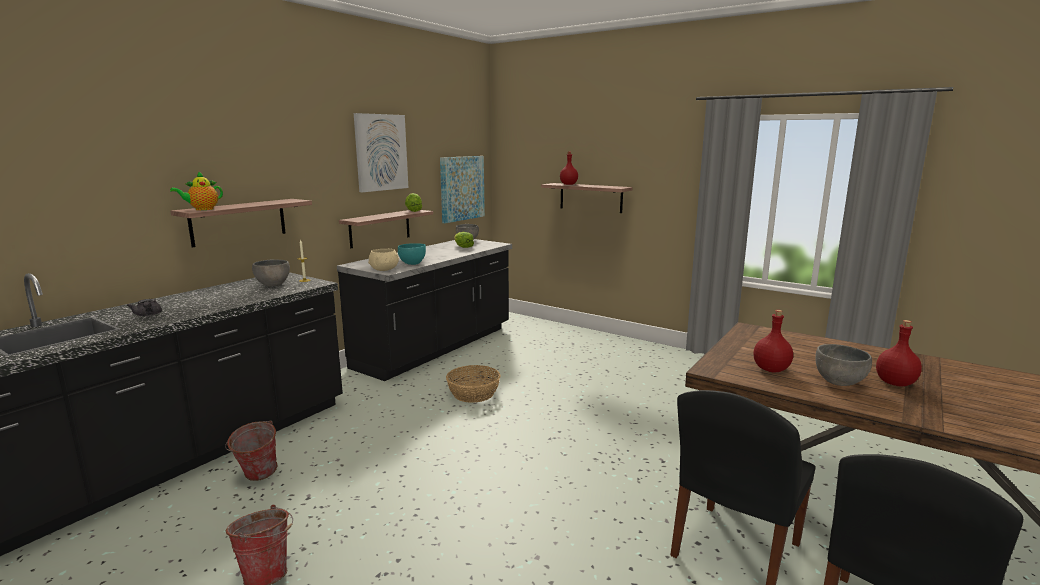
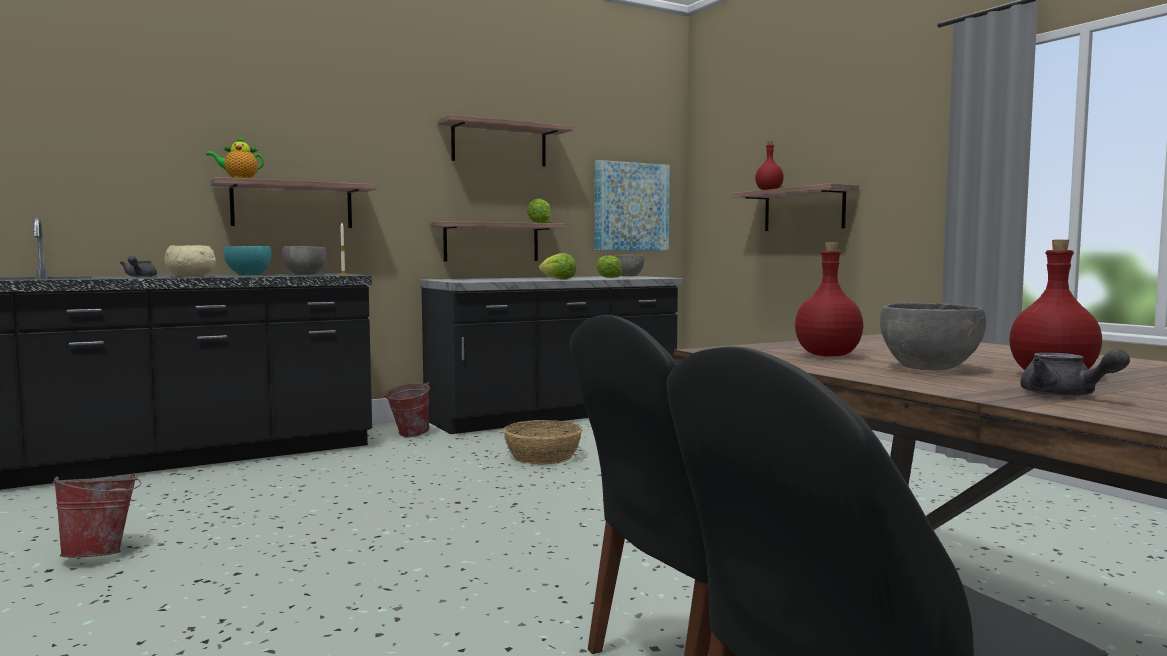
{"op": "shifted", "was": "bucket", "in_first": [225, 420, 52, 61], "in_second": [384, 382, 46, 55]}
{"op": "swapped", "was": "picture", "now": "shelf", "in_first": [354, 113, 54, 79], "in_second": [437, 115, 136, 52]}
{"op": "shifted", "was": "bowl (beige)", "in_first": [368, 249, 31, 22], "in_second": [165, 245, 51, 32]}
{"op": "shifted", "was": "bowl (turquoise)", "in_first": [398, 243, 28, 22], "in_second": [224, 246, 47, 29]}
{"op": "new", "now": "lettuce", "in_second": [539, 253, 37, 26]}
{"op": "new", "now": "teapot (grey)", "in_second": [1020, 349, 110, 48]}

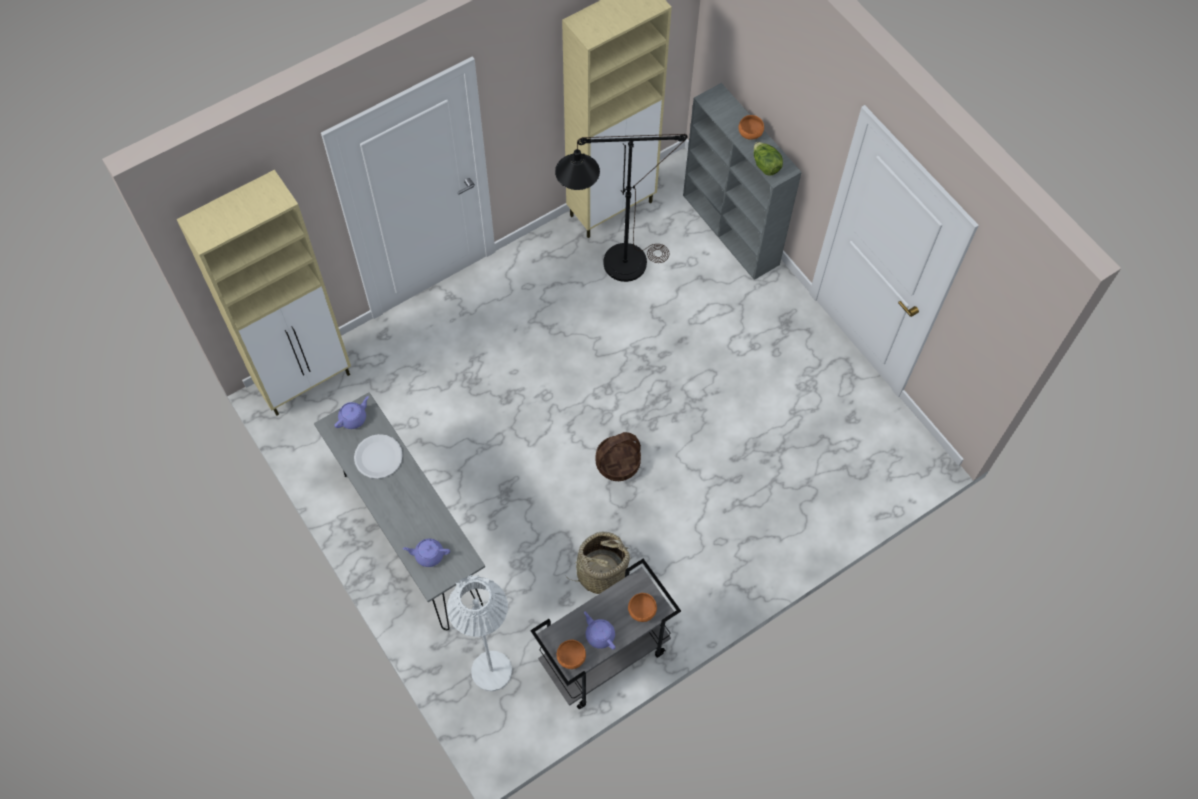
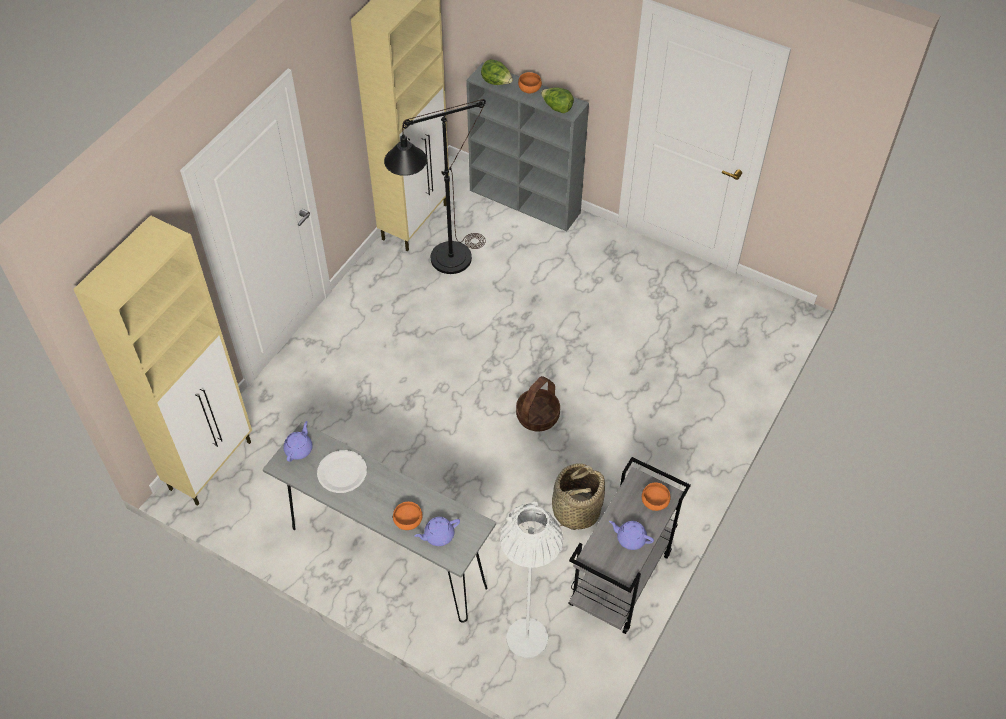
{"op": "shifted", "was": "bowl (orange)", "in_first": [557, 640, 29, 29], "in_second": [393, 502, 30, 28]}
{"op": "new", "now": "lettuce", "in_second": [481, 59, 32, 26]}

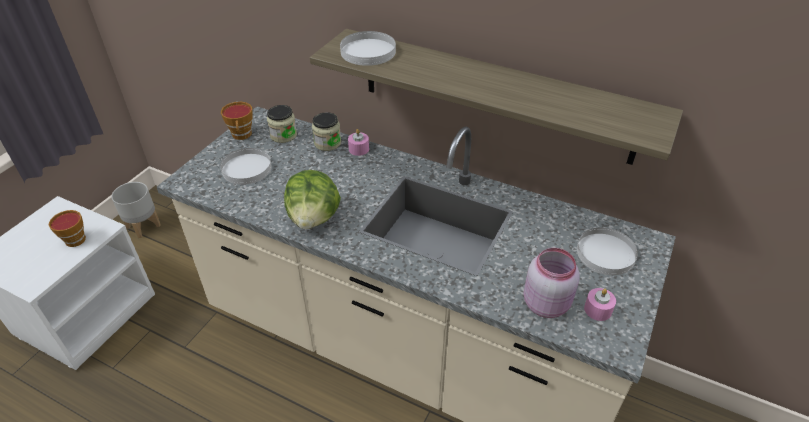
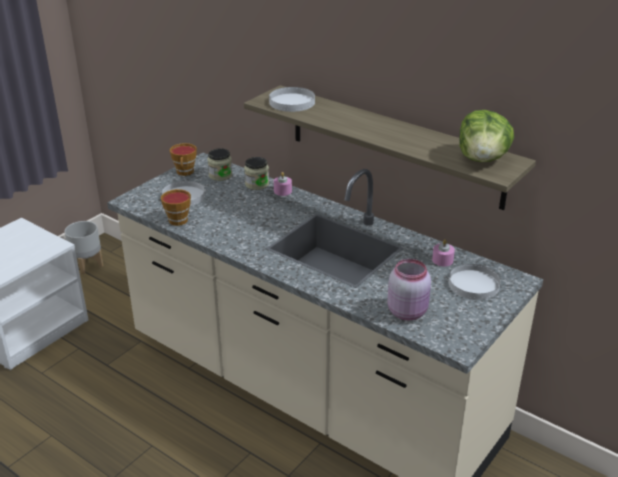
{"op": "shifted", "was": "cup", "in_first": [49, 210, 37, 37], "in_second": [161, 189, 30, 37]}
{"op": "shifted", "was": "lettuce", "in_first": [284, 170, 57, 59], "in_second": [459, 110, 55, 52]}
{"op": "shifted", "was": "candle (pink)", "in_first": [584, 288, 32, 33], "in_second": [432, 239, 23, 27]}

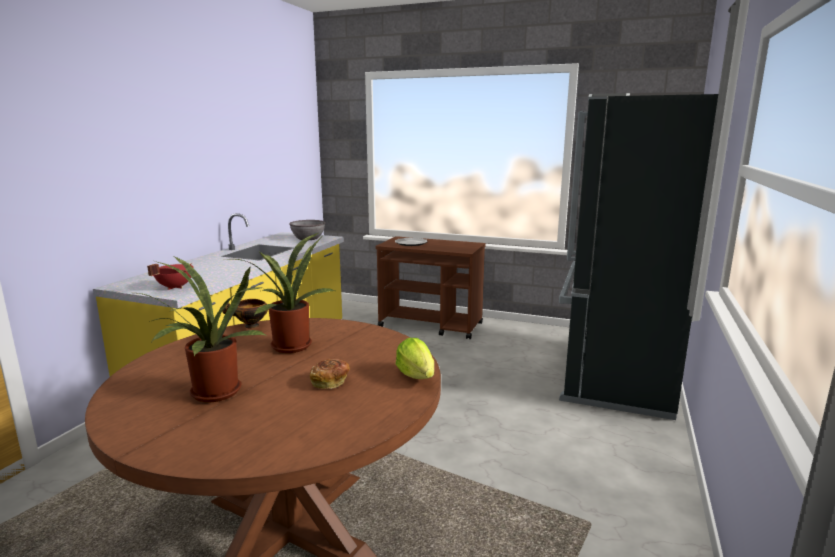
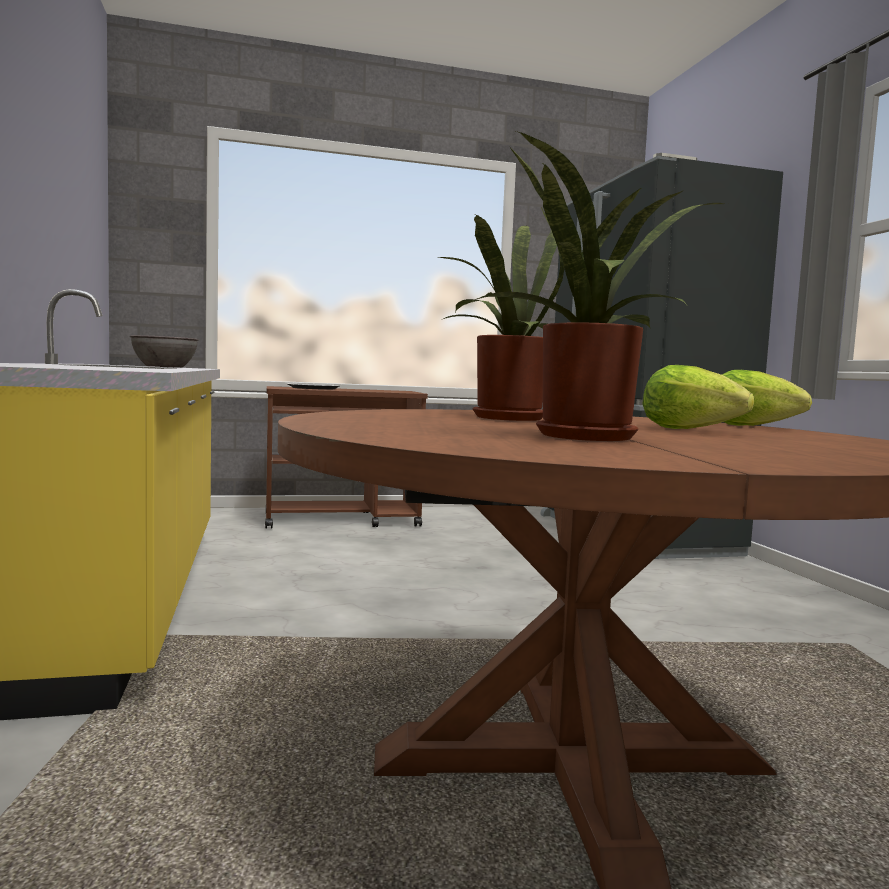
{"op": "gone", "was": "cooking pot (red)", "in_first": [147, 263, 47, 27]}
{"op": "gone", "was": "bowl", "in_first": [222, 299, 46, 29]}
{"op": "swapped", "was": "bread", "now": "lettuce", "in_first": [310, 359, 40, 30], "in_second": [643, 365, 111, 64]}

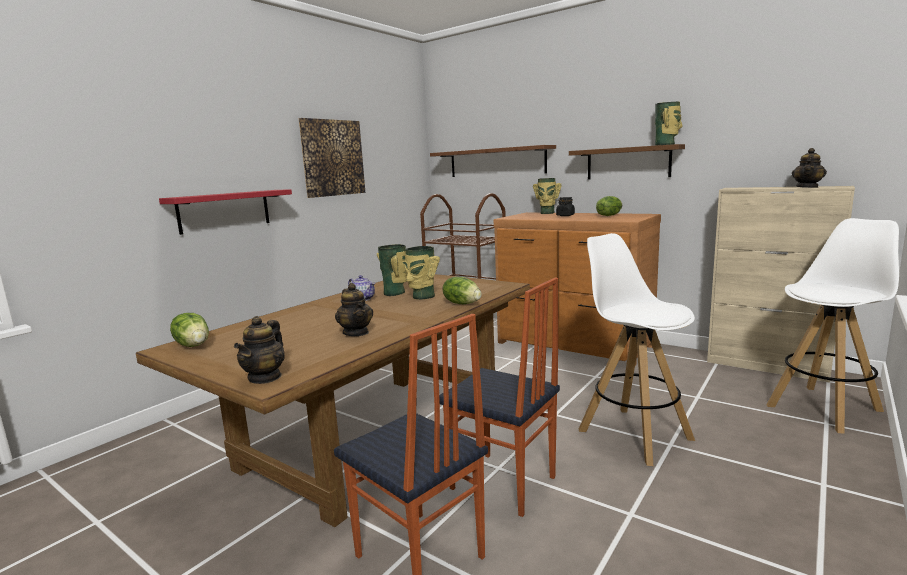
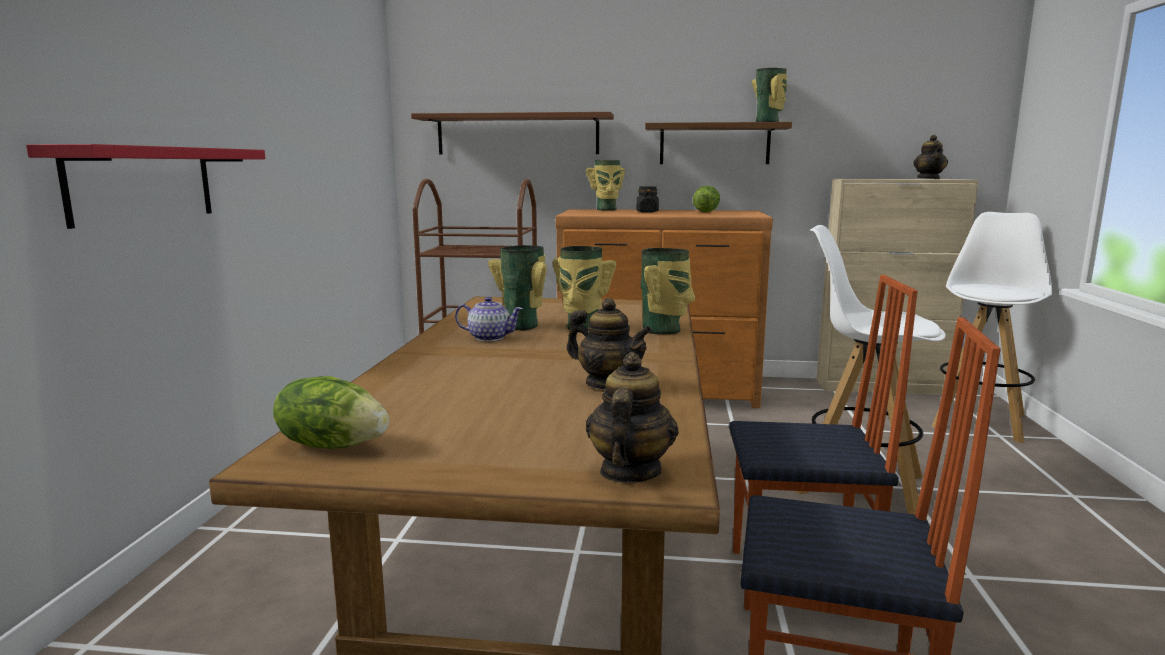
{"op": "rotated", "was": "teapot", "in_first": [234, 316, 51, 68], "in_second": [586, 352, 93, 131], "clockwise": -150}
{"op": "gone", "was": "picture", "in_first": [298, 118, 67, 80]}
{"op": "swapped", "was": "lettuce", "now": "vase", "in_first": [442, 277, 40, 27], "in_second": [641, 248, 54, 86]}

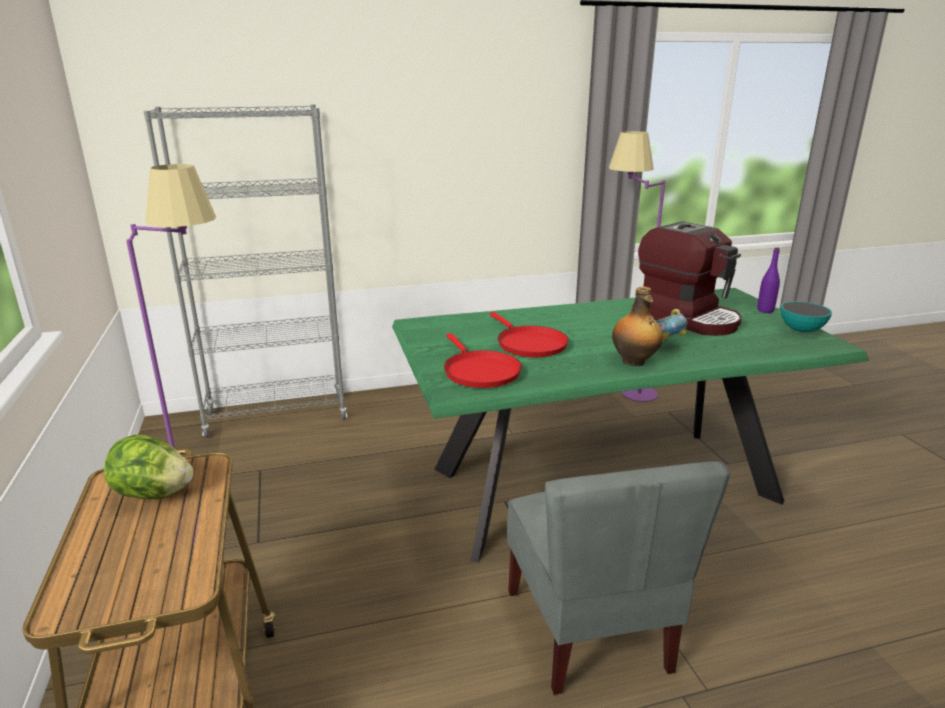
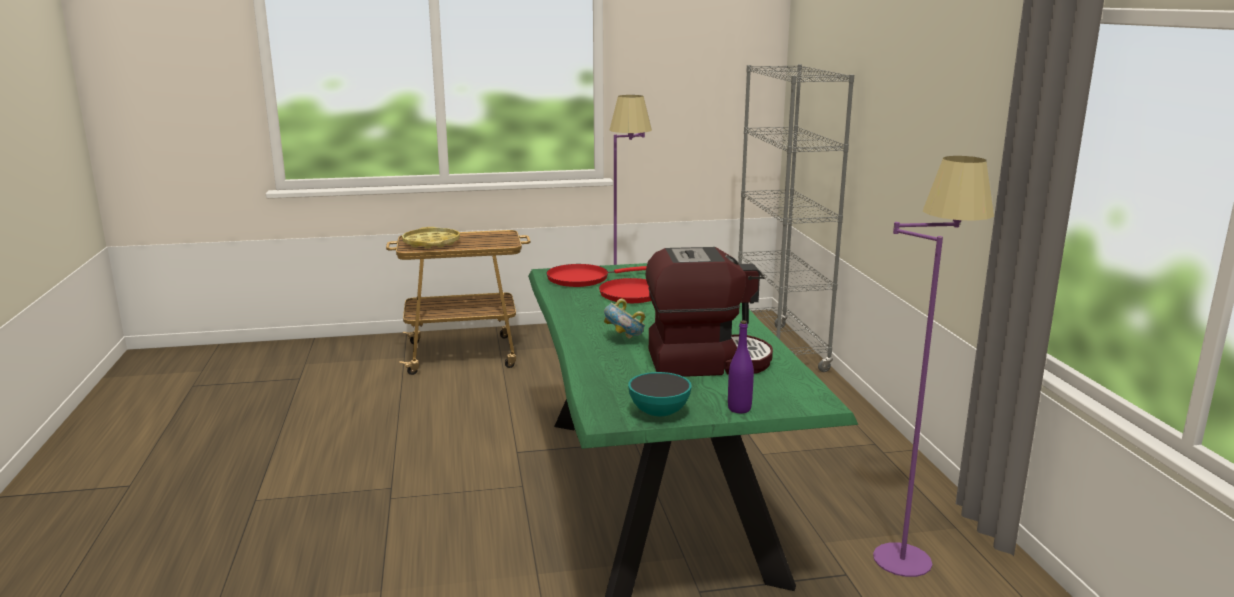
{"op": "gone", "was": "lettuce", "in_first": [104, 435, 89, 64]}
{"op": "gone", "was": "chair (grey)", "in_first": [507, 461, 224, 234]}
{"op": "gone", "was": "bottle", "in_first": [612, 287, 51, 79]}
{"op": "rotated", "was": "coffee machine", "in_first": [638, 221, 104, 115], "in_second": [645, 247, 128, 130], "clockwise": -150}
{"op": "new", "now": "tray (yellow)", "in_second": [402, 227, 58, 22]}

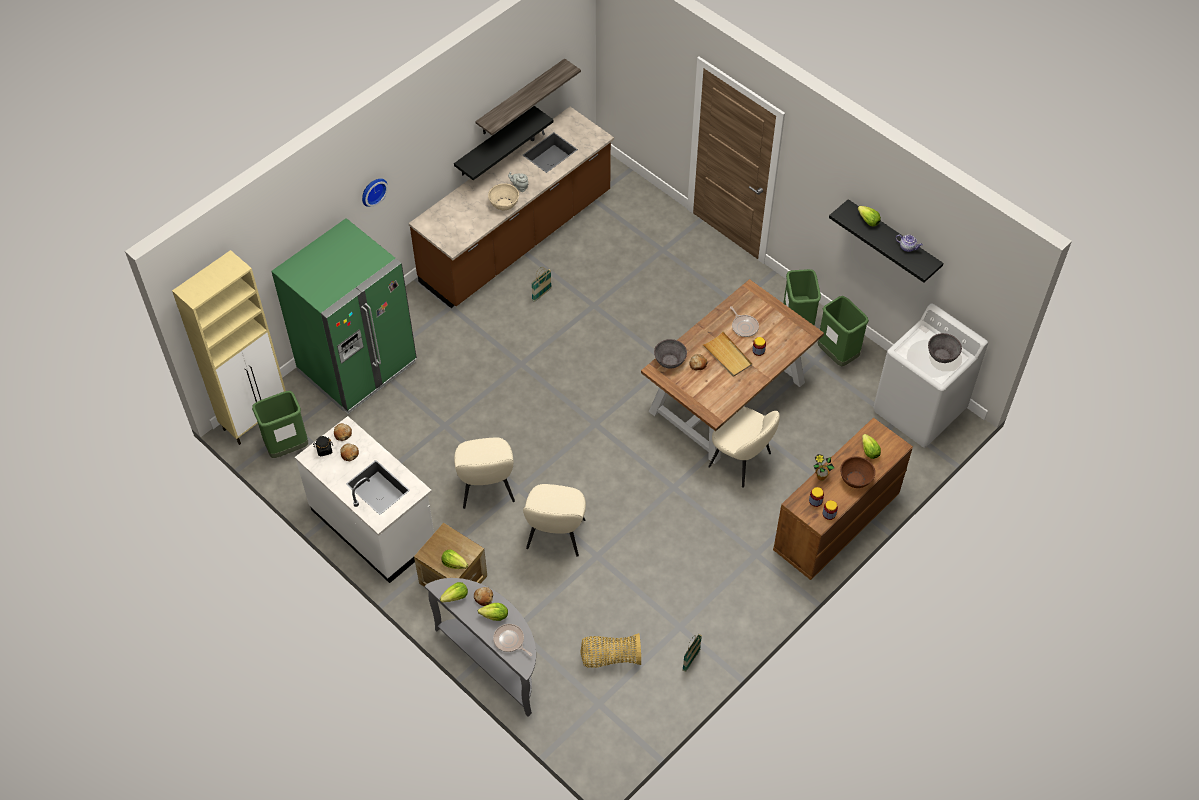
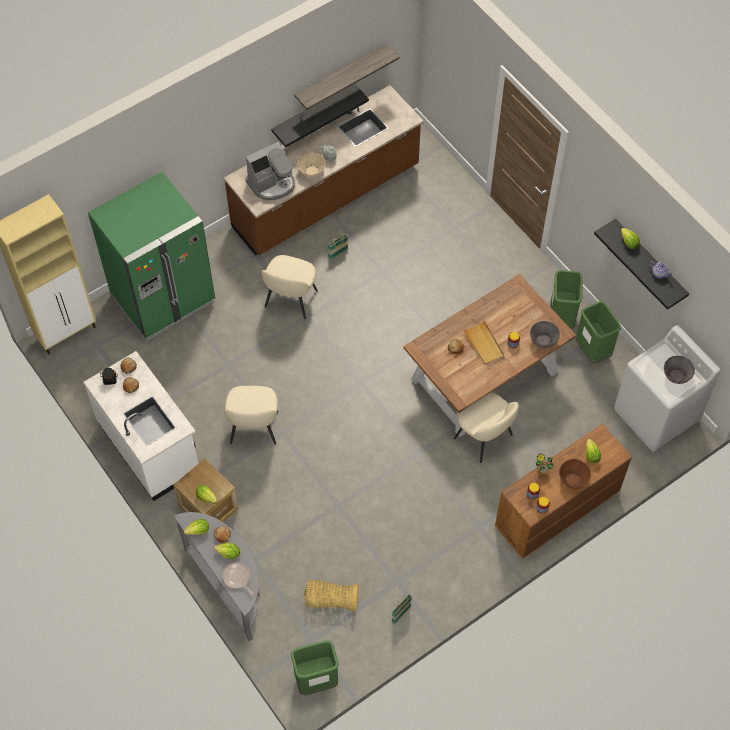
{"op": "shifted", "was": "trash can (green)", "in_first": [252, 391, 56, 67], "in_second": [291, 640, 48, 55]}
{"op": "gone", "was": "wall clock", "in_first": [362, 179, 26, 28]}
{"op": "shifted", "was": "chair (beige)", "in_first": [523, 484, 63, 73], "in_second": [261, 255, 57, 64]}
{"op": "shifted", "was": "bowl (grey)", "in_first": [654, 339, 33, 30], "in_second": [530, 321, 30, 27]}
{"op": "gone", "was": "frying pan", "in_first": [730, 306, 29, 31]}
{"op": "new", "now": "coffee machine", "in_second": [245, 142, 50, 58]}

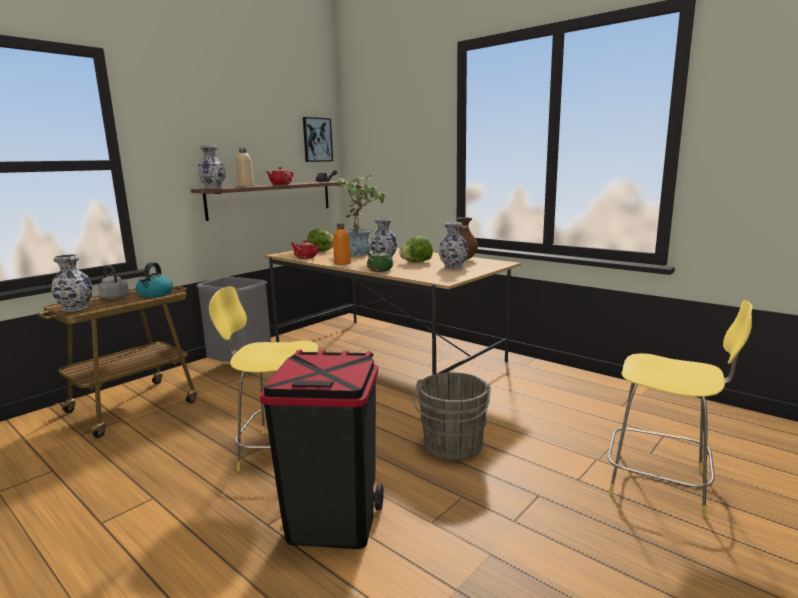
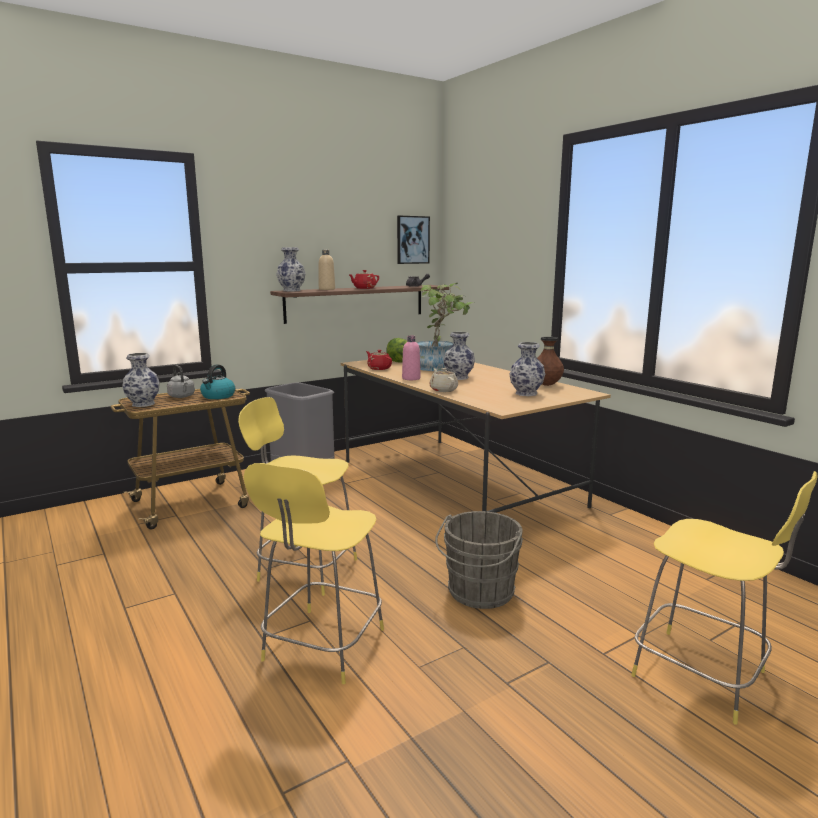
{"op": "swapped", "was": "trash can (black)", "now": "stool (yellow)", "in_first": [260, 350, 123, 199], "in_second": [244, 463, 140, 221]}
{"op": "repainted", "was": "bottle (orange)", "now": "bottle (pink)", "in_first": [333, 224, 18, 41], "in_second": [402, 336, 19, 44]}
{"op": "repainted", "was": "teapot (green)", "now": "teapot (beige)", "in_first": [367, 250, 26, 22], "in_second": [430, 368, 28, 24]}
{"op": "gone", "was": "lettuce", "in_first": [399, 236, 34, 26]}

